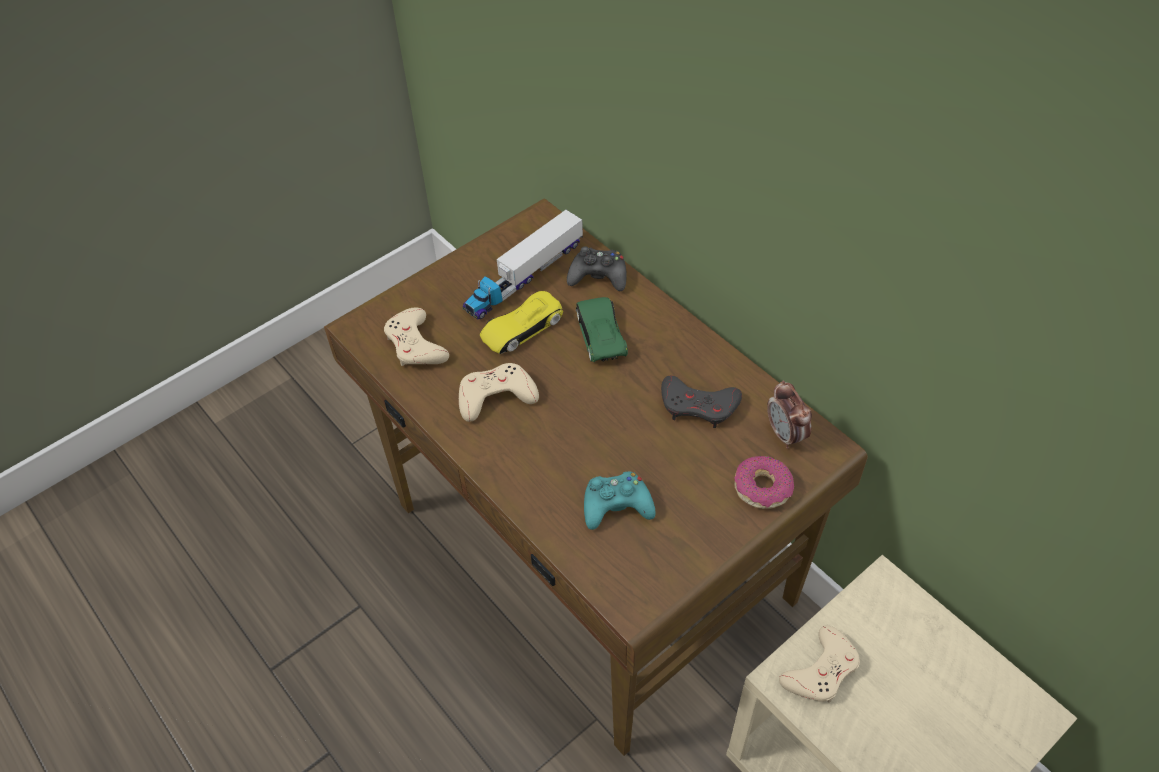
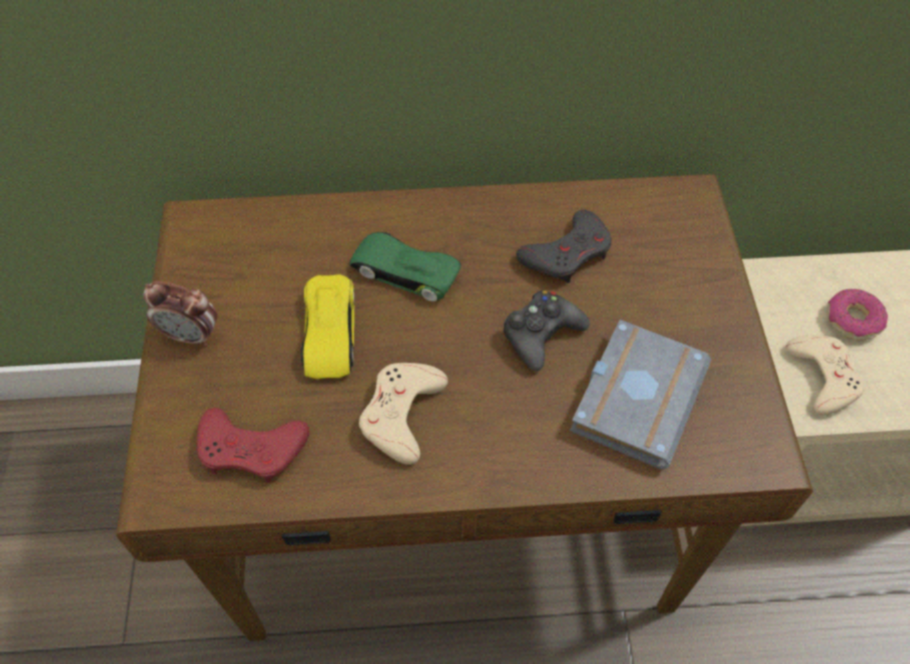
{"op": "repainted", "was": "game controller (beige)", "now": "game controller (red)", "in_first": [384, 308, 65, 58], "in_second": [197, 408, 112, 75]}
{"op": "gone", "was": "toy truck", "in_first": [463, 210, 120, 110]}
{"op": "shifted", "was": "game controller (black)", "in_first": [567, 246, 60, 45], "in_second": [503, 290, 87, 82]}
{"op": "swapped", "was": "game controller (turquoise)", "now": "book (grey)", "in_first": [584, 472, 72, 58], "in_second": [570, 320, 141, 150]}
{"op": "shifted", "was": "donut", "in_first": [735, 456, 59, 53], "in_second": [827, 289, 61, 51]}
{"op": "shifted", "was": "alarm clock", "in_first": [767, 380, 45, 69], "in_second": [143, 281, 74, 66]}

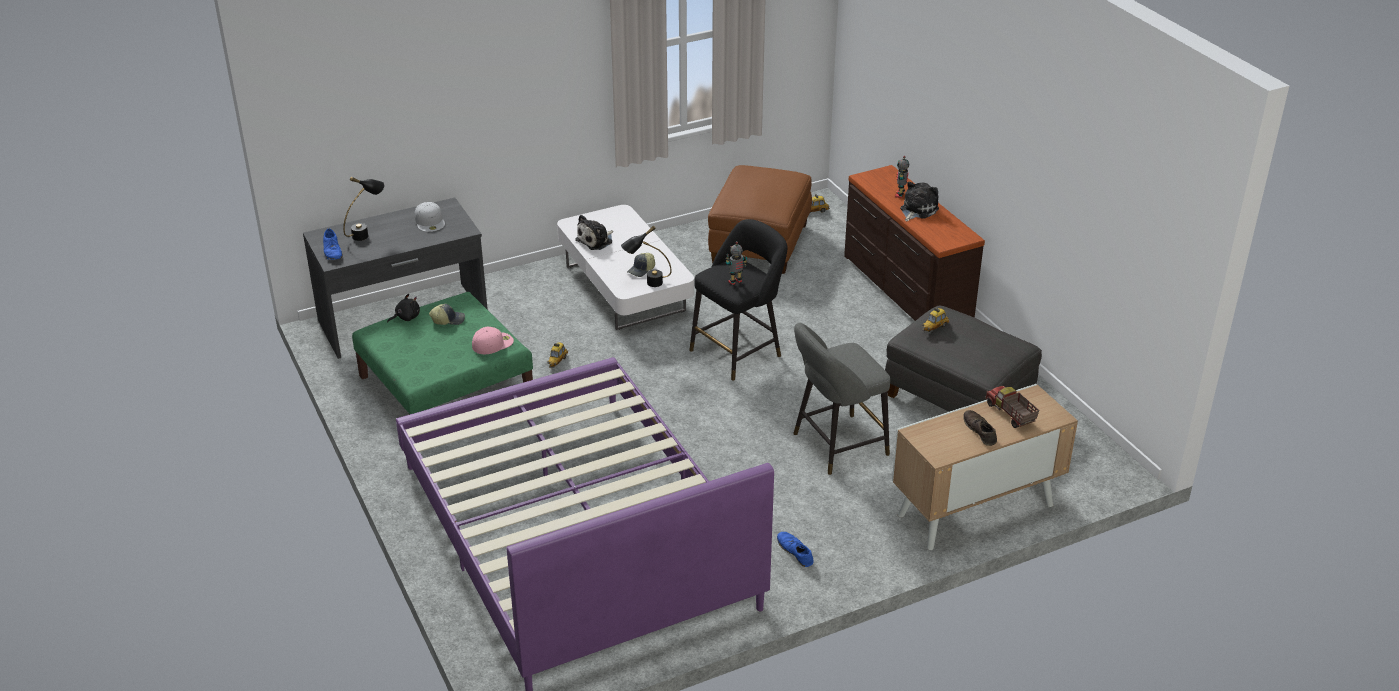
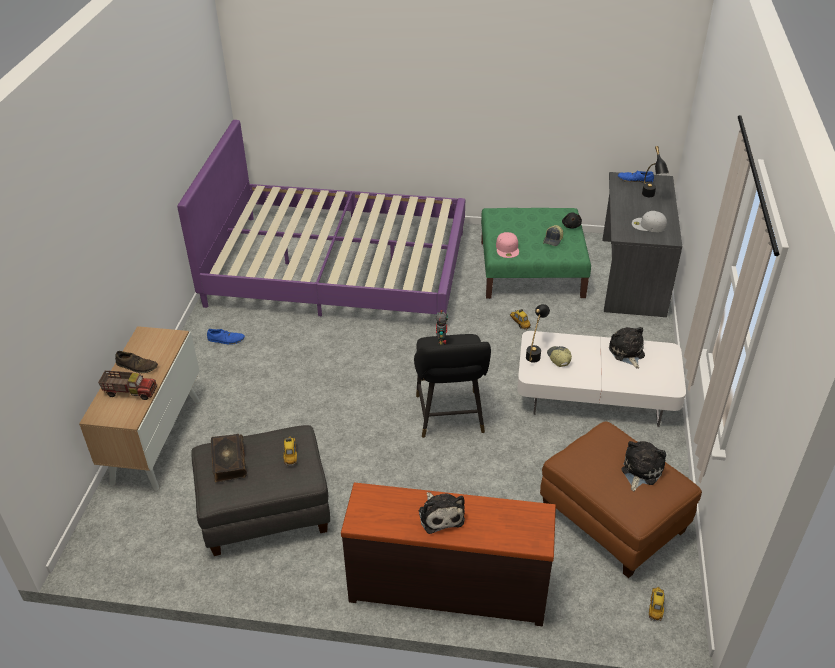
{"op": "gone", "was": "stool (grey)", "in_first": [793, 323, 97, 152]}
{"op": "gone", "was": "toy robot", "in_first": [895, 156, 14, 42]}
{"op": "new", "now": "book", "in_second": [211, 434, 36, 48]}
{"op": "new", "now": "plush toy", "in_second": [622, 441, 44, 50]}

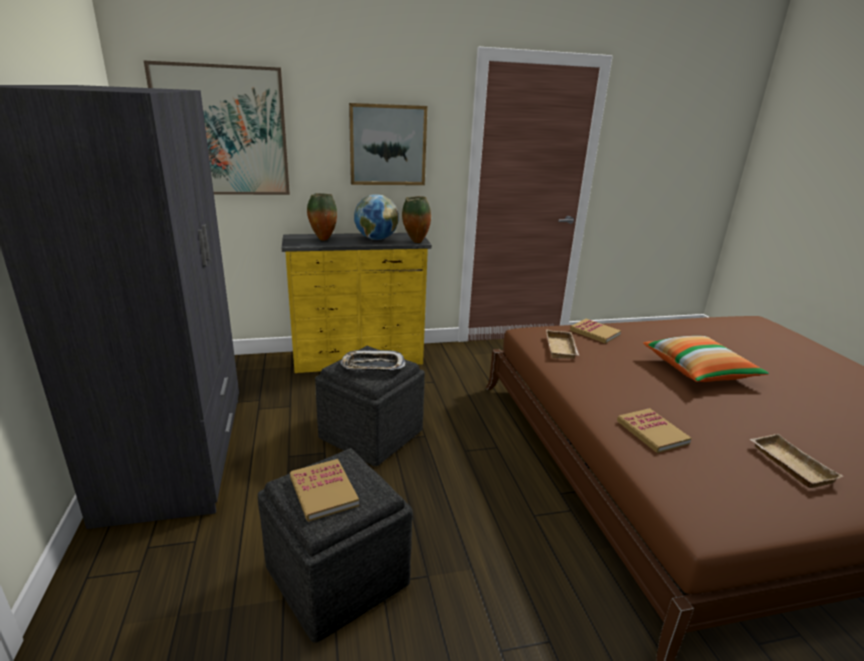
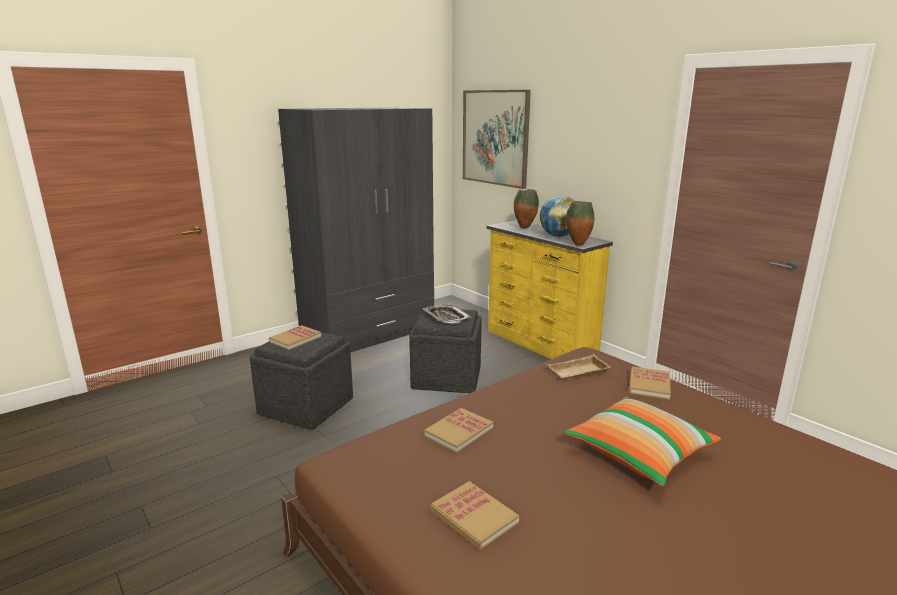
{"op": "gone", "was": "picture", "in_first": [349, 103, 79, 82]}
{"op": "swapped", "was": "tray (beige)", "now": "book", "in_first": [750, 434, 93, 54], "in_second": [430, 481, 89, 69]}

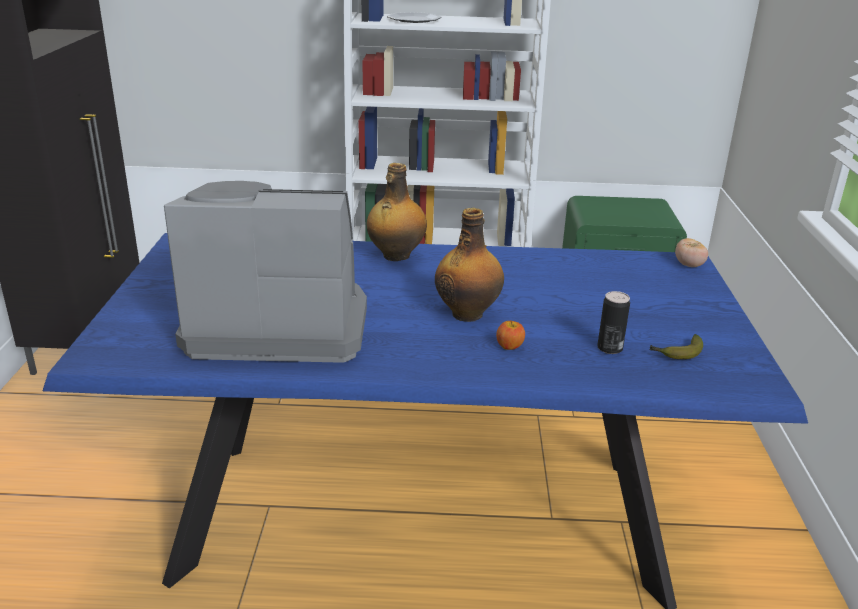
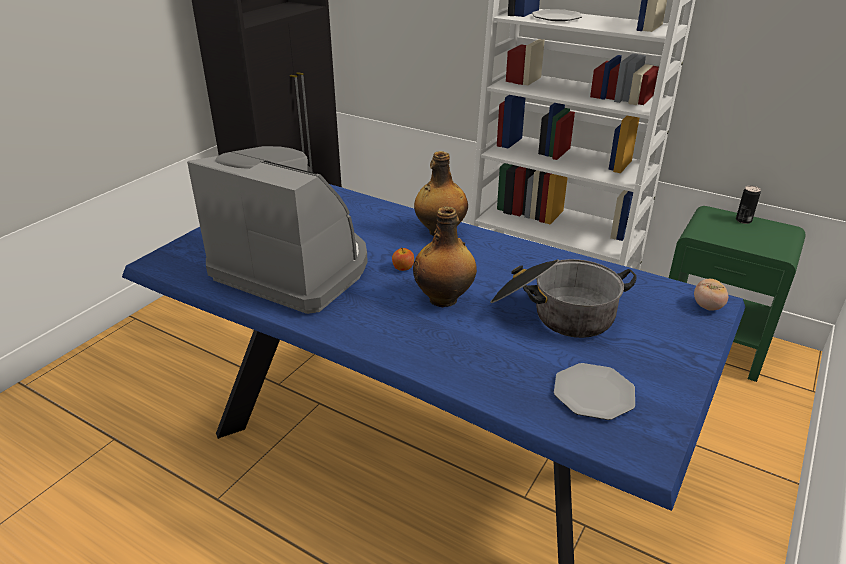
{"op": "shifted", "was": "apple", "in_first": [496, 320, 29, 30], "in_second": [392, 247, 22, 24]}
{"op": "shifted", "was": "can", "in_first": [597, 291, 33, 63], "in_second": [736, 186, 25, 38]}
{"op": "swapped", "was": "banana", "now": "plate", "in_first": [650, 334, 53, 25], "in_second": [554, 363, 81, 57]}
{"op": "new", "now": "cooking pot", "in_second": [490, 259, 146, 79]}

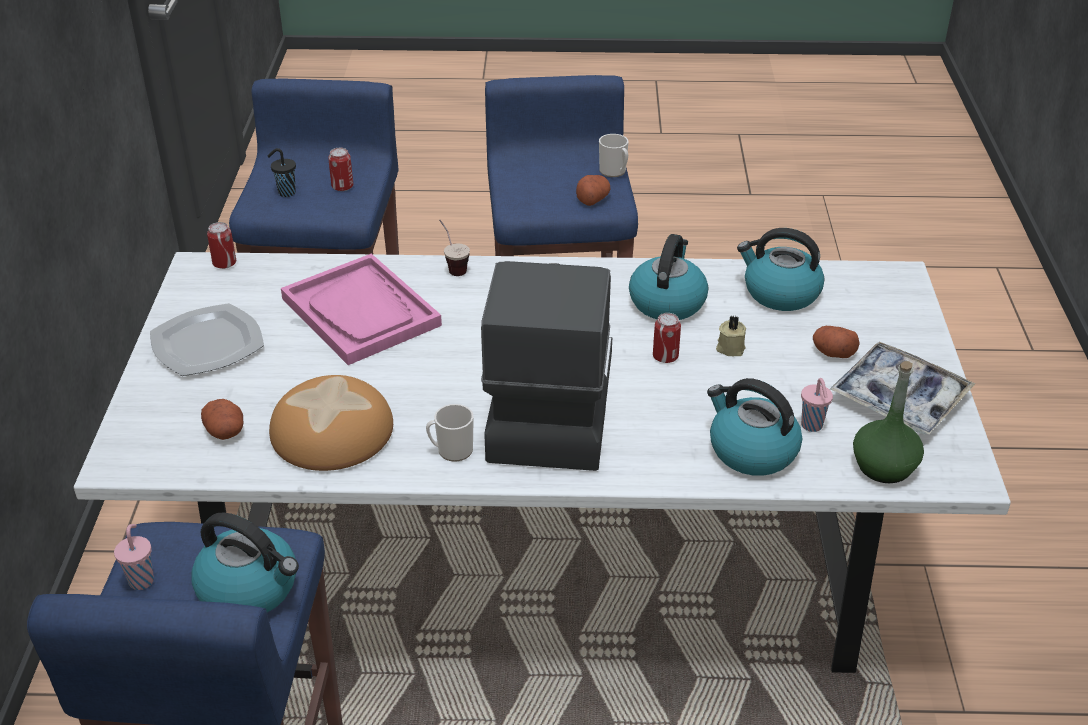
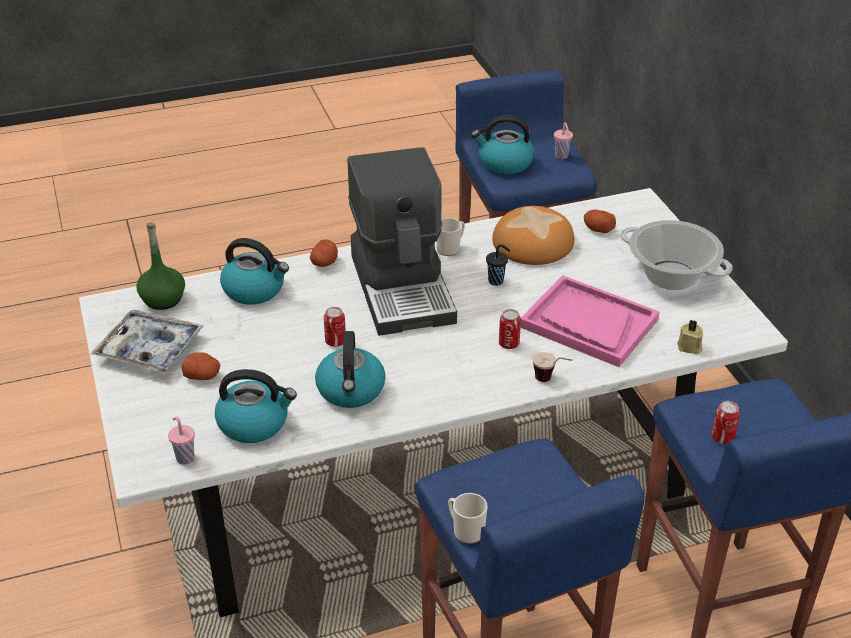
{"op": "swapped", "was": "plate", "now": "cooking pot", "in_first": [150, 303, 114, 73], "in_second": [620, 220, 113, 70]}
{"op": "shifted", "was": "can", "in_first": [207, 222, 29, 47], "in_second": [499, 309, 22, 40]}
{"op": "shifted", "was": "cup (black)", "in_first": [267, 148, 29, 49], "in_second": [486, 244, 24, 42]}
{"op": "shifted", "was": "potato", "in_first": [576, 175, 34, 31], "in_second": [310, 239, 28, 28]}
{"op": "shifted", "was": "candle (beige)", "in_first": [716, 315, 30, 41], "in_second": [677, 320, 26, 34]}
{"op": "shifted", "was": "cup (pink)", "in_first": [801, 378, 32, 54], "in_second": [168, 416, 27, 49]}

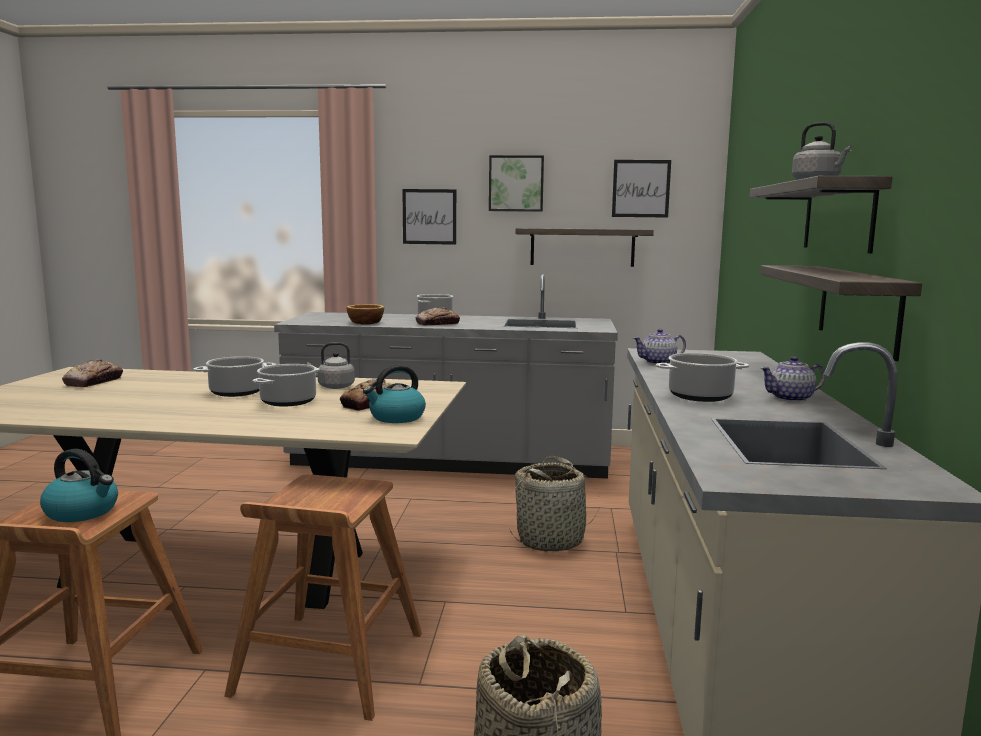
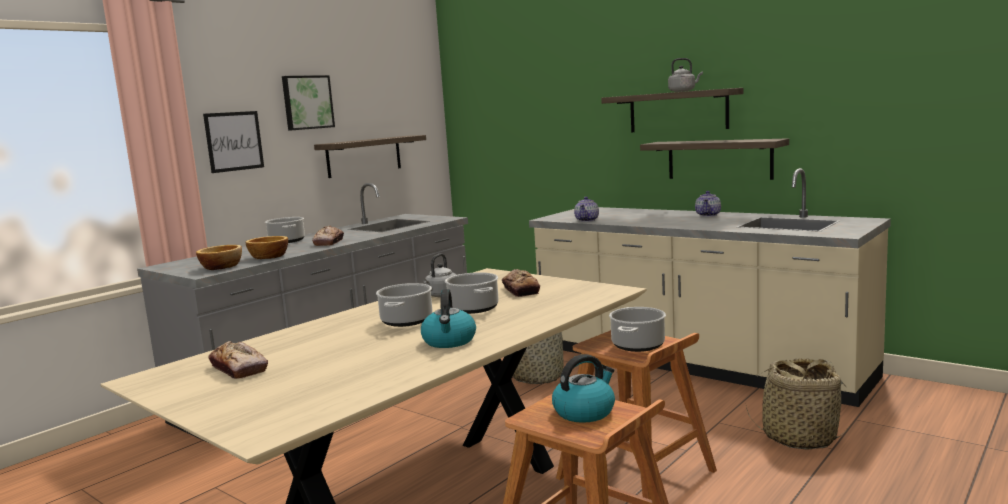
{"op": "shifted", "was": "kettle", "in_first": [363, 365, 63, 58], "in_second": [421, 289, 55, 59]}
{"op": "gone", "was": "picture", "in_first": [612, 160, 59, 58]}
{"op": "shifted", "was": "cooking pot", "in_first": [656, 353, 93, 49], "in_second": [609, 307, 57, 45]}
{"op": "new", "now": "bowl", "in_second": [196, 245, 46, 25]}

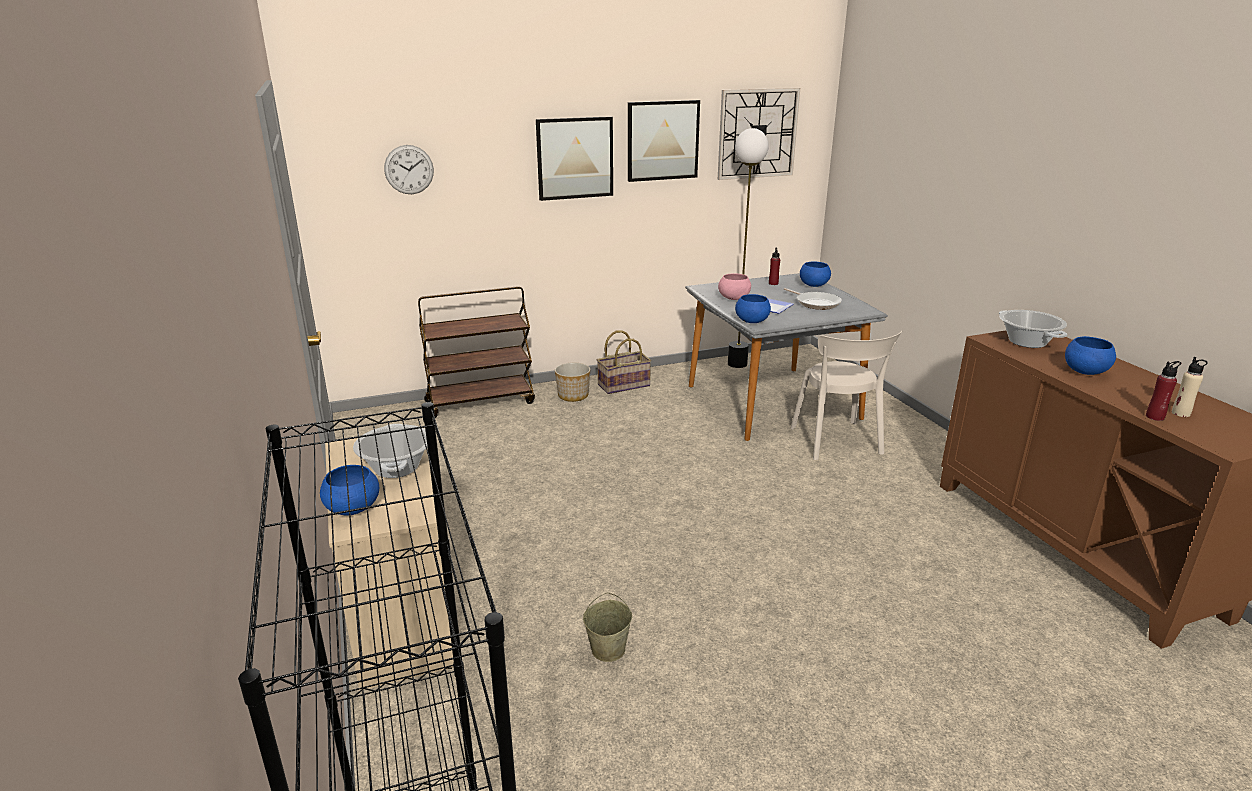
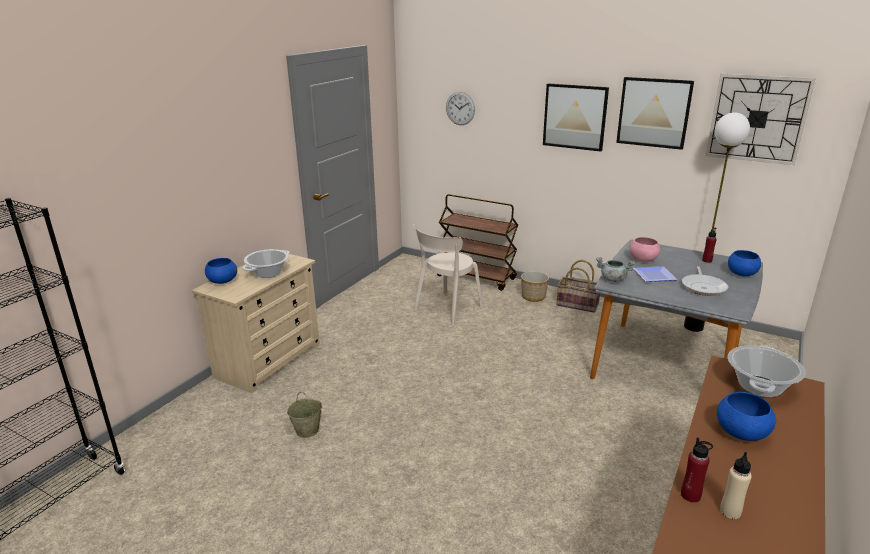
{"op": "swapped", "was": "bowl (blue)", "now": "cooking pot (grey)", "in_first": [735, 294, 36, 29], "in_second": [596, 257, 39, 25]}
{"op": "shifted", "was": "chair (beige)", "in_first": [791, 331, 111, 129], "in_second": [413, 224, 70, 102]}

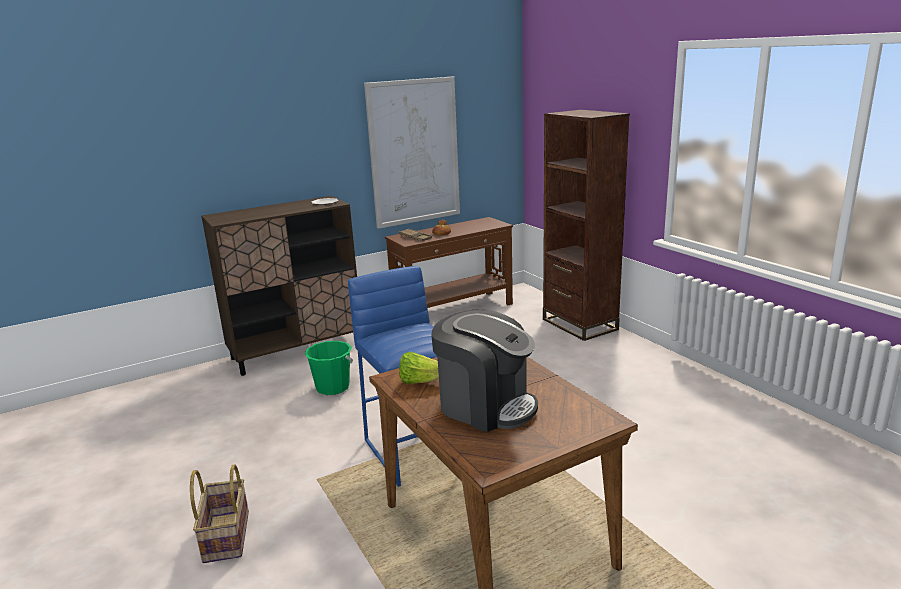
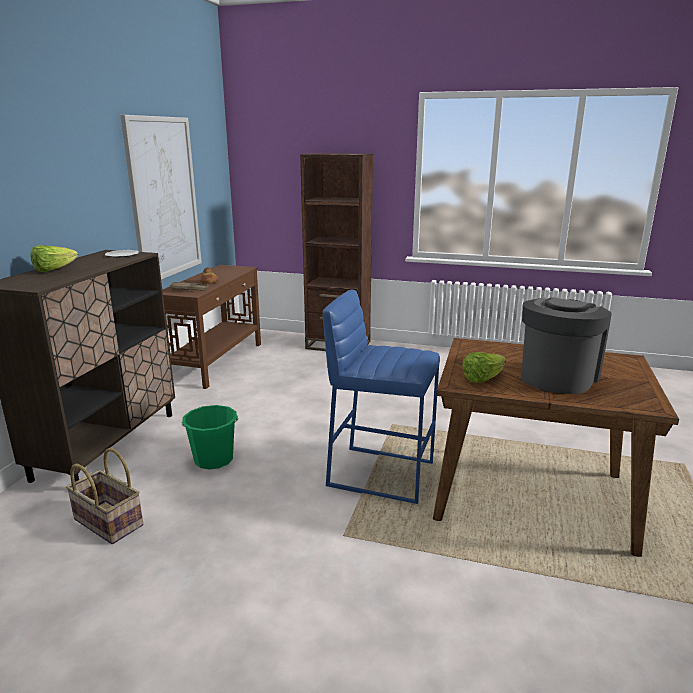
{"op": "shifted", "was": "basket", "in_first": [190, 464, 59, 99], "in_second": [66, 448, 77, 96]}
{"op": "rotated", "was": "coffee machine", "in_first": [431, 309, 107, 123], "in_second": [521, 297, 91, 97], "clockwise": -45}
{"op": "new", "now": "lettuce", "in_second": [30, 245, 48, 27]}

